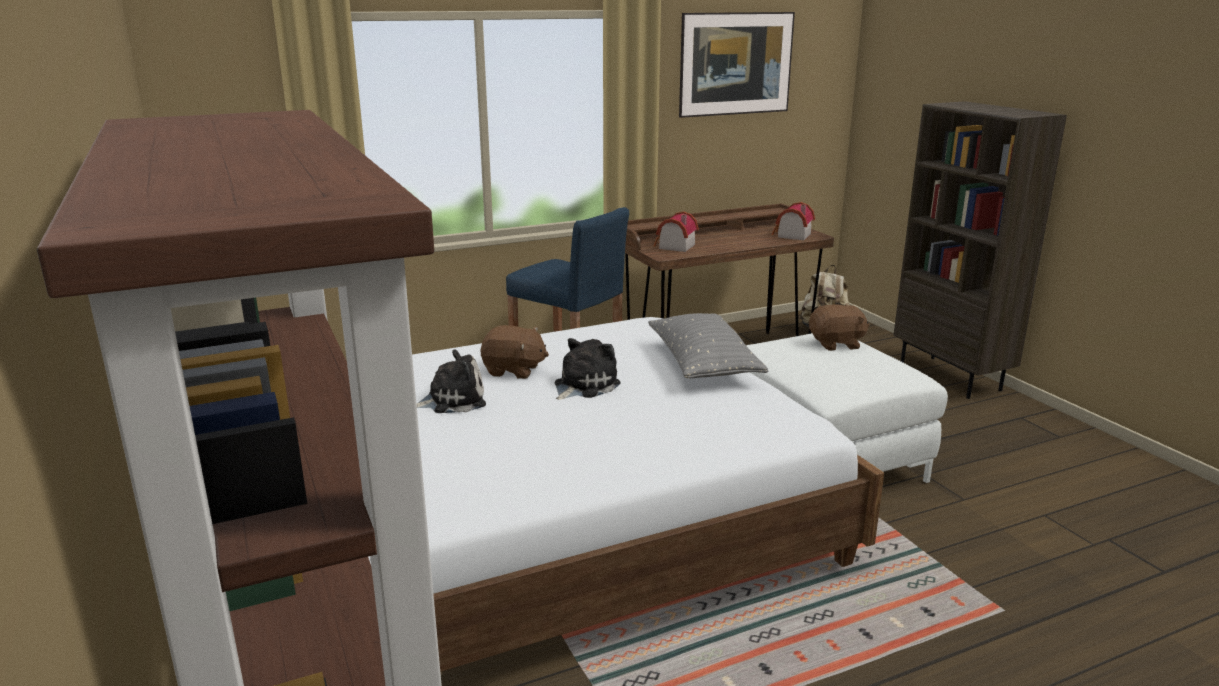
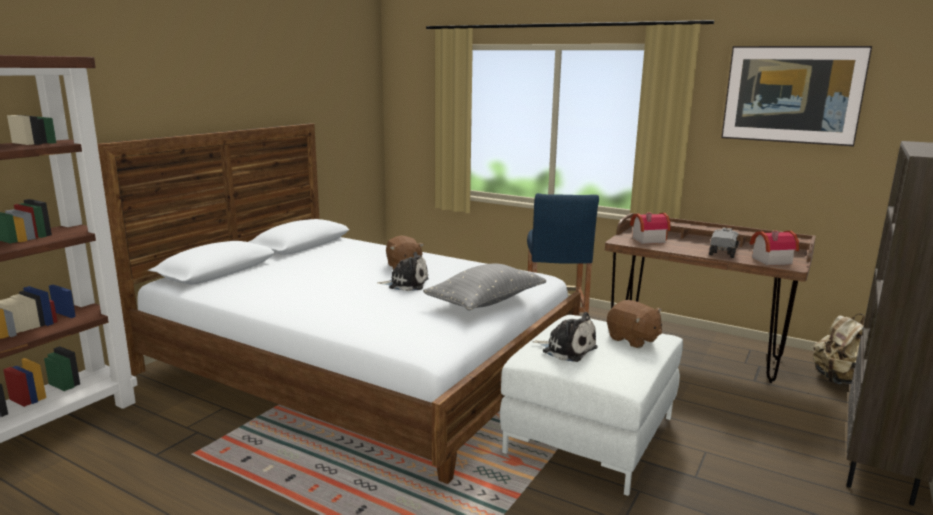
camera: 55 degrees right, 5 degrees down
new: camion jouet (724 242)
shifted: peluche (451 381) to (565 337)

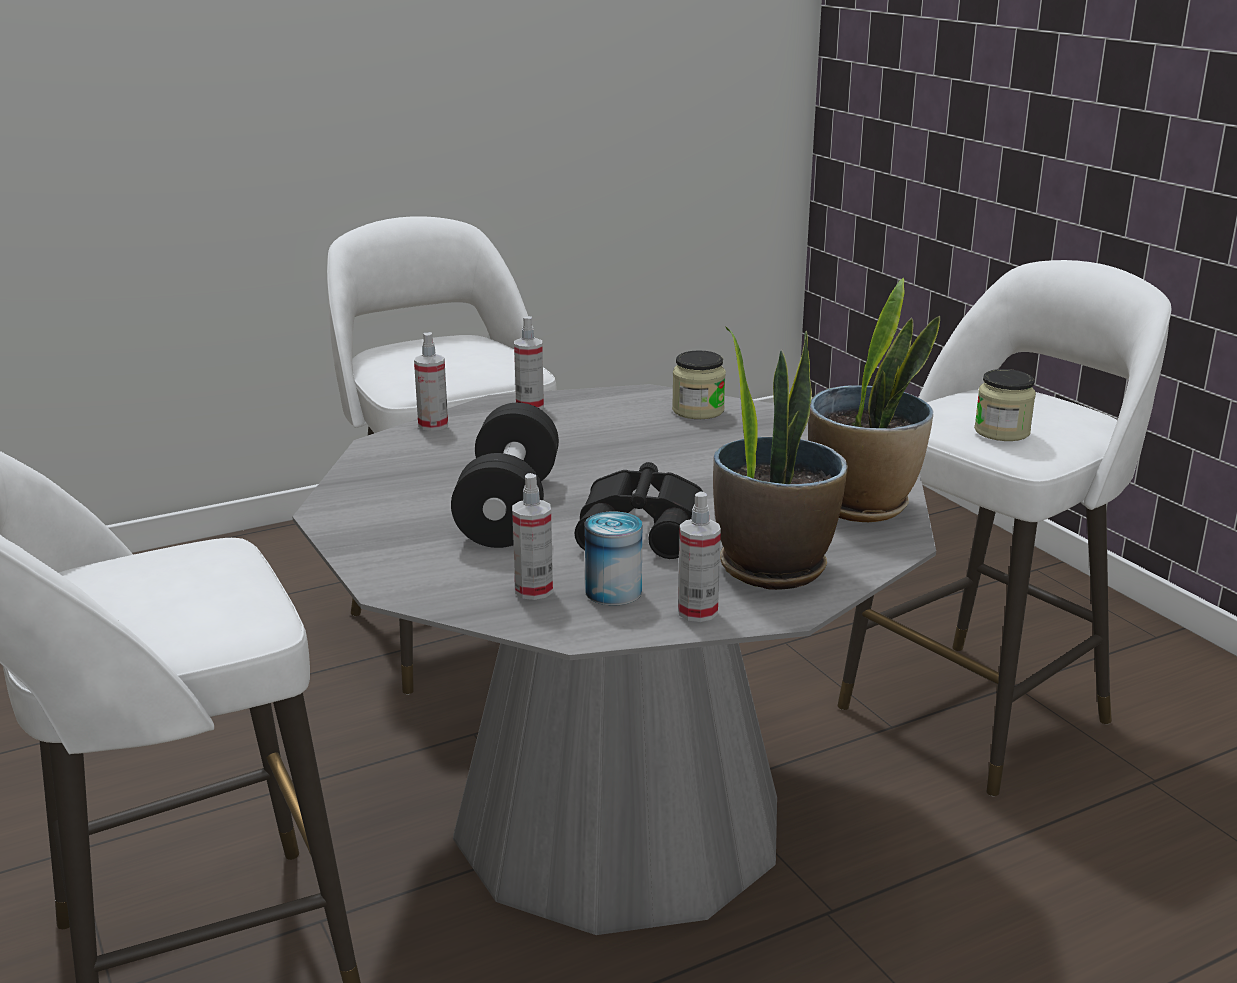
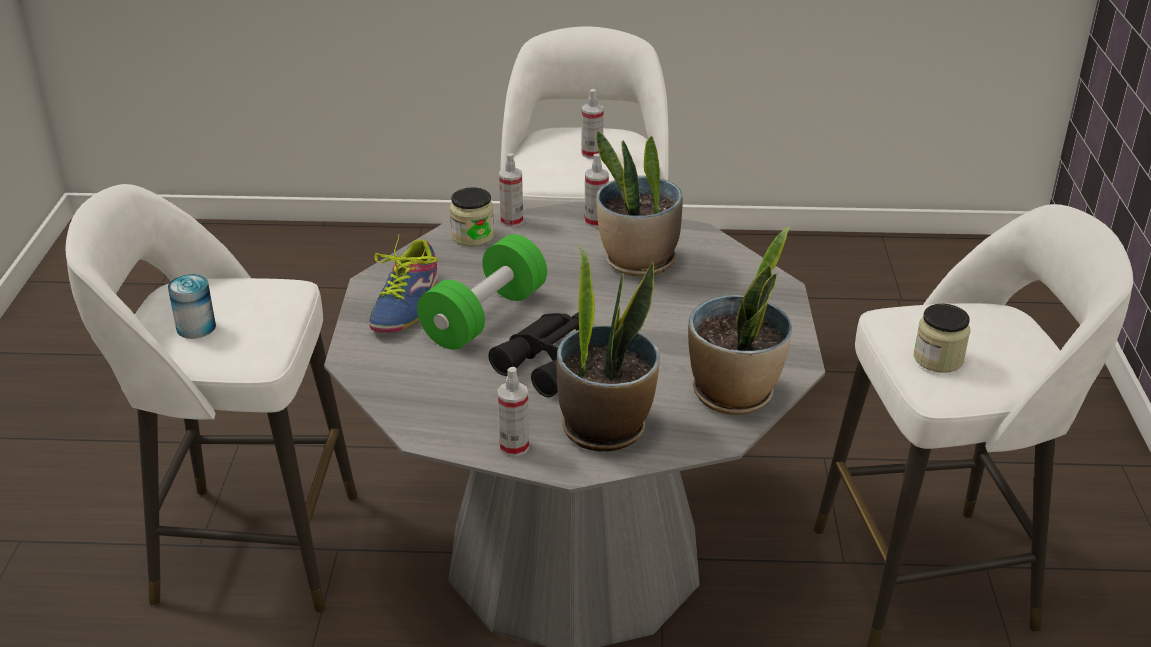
camera: 30 degrees right, 10 degrees up
new: plante en pot (639 204); chaussure (403 283)
shifted: bocal (699 384) to (472 216); vaporisateur (532 536) to (592 124); boîte métallique (613 558) to (192 306)
repainted: haltère [noir] (505 475) to haltère [vert] (482 292)

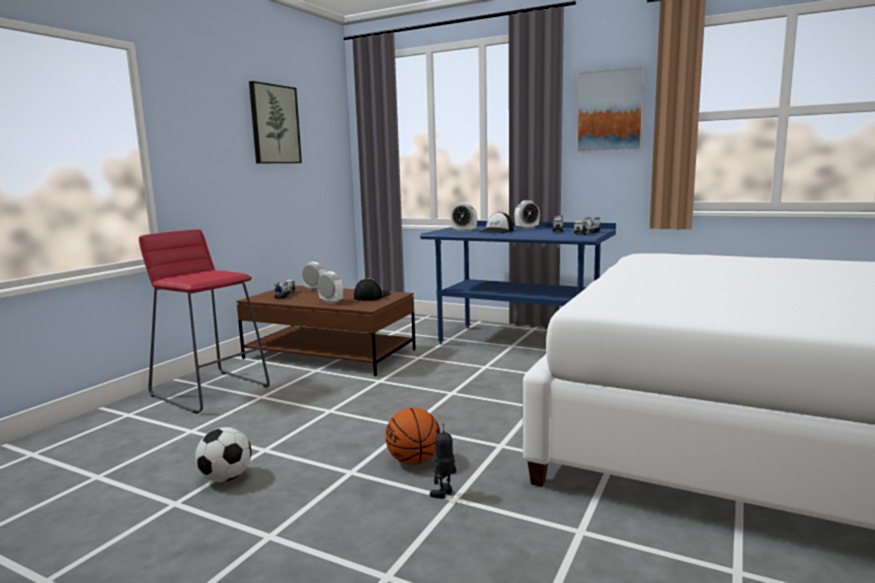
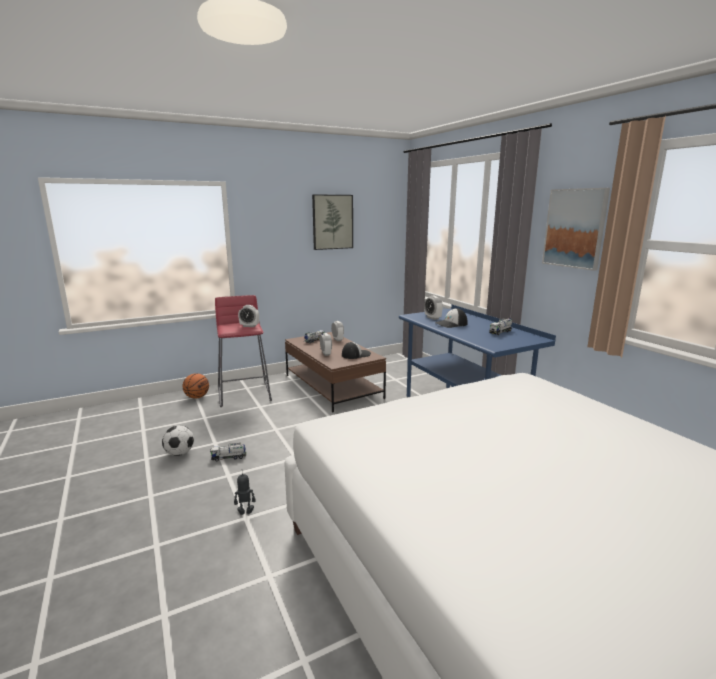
camera: 35 degrees right, 5 degrees up
shifted: réveil (527 215) to (248 316); camion jouet (587 226) to (228 452); ballon de basket (413 436) to (196 386)

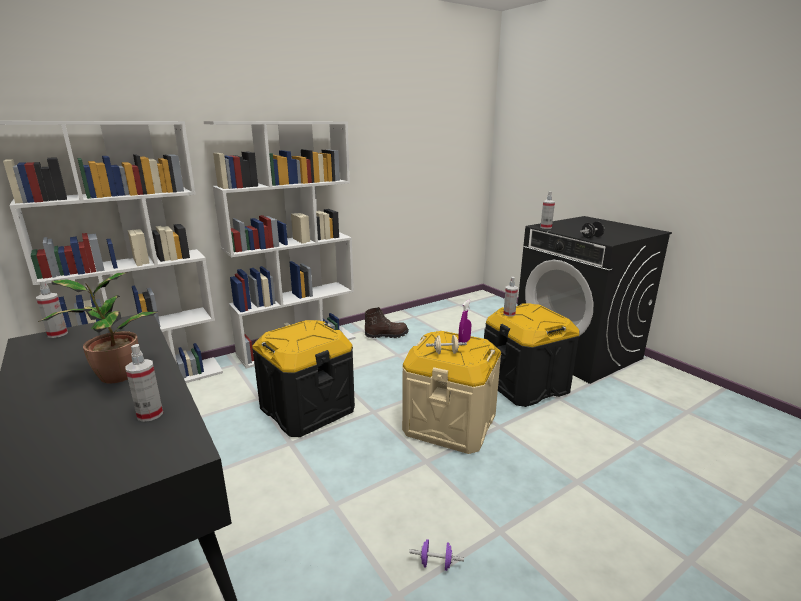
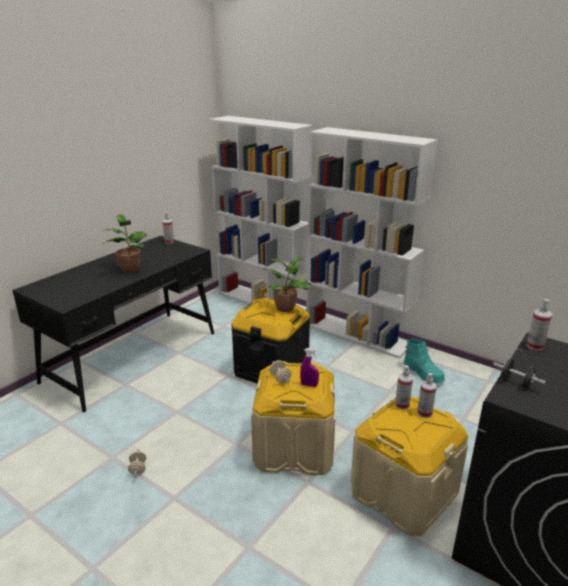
camera: 70 degrees right, 5 degrees up
new: plante en pot (287 284)
shifted: vaporisateur (144 383) to (427 395)
repainted: boîte de rangement [noir] (531 355) to boîte de rangement [beige] (409 466); botte [marron] (387 322) to botte [turquoise] (424 361); haltère [violet] (436 555) to haltère [beige] (137 463)

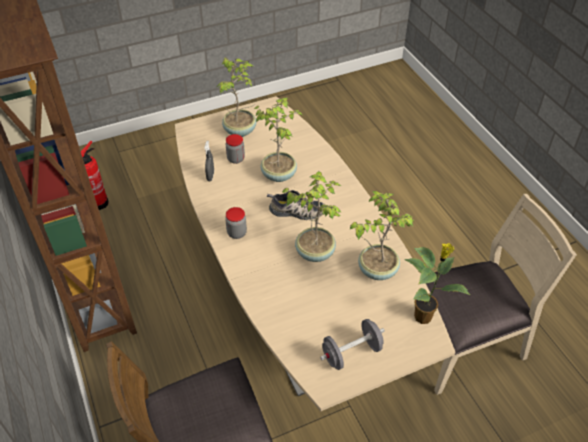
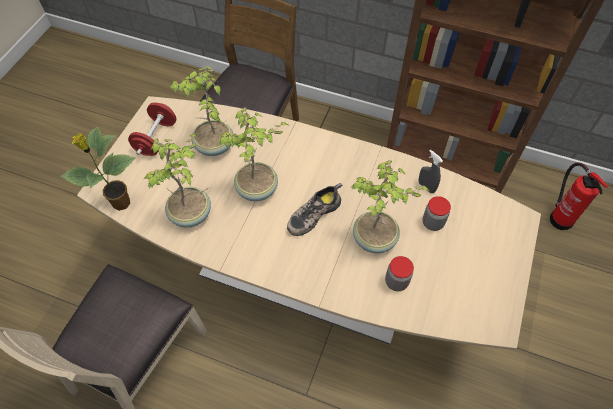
camera: 135 degrees right, 10 degrees up
shifted: plante en pot (236 97) to (201 111); bocal (236 223) to (399 273)
repainted: haltère [gris] (352 344) to haltère [rouge] (152 129)

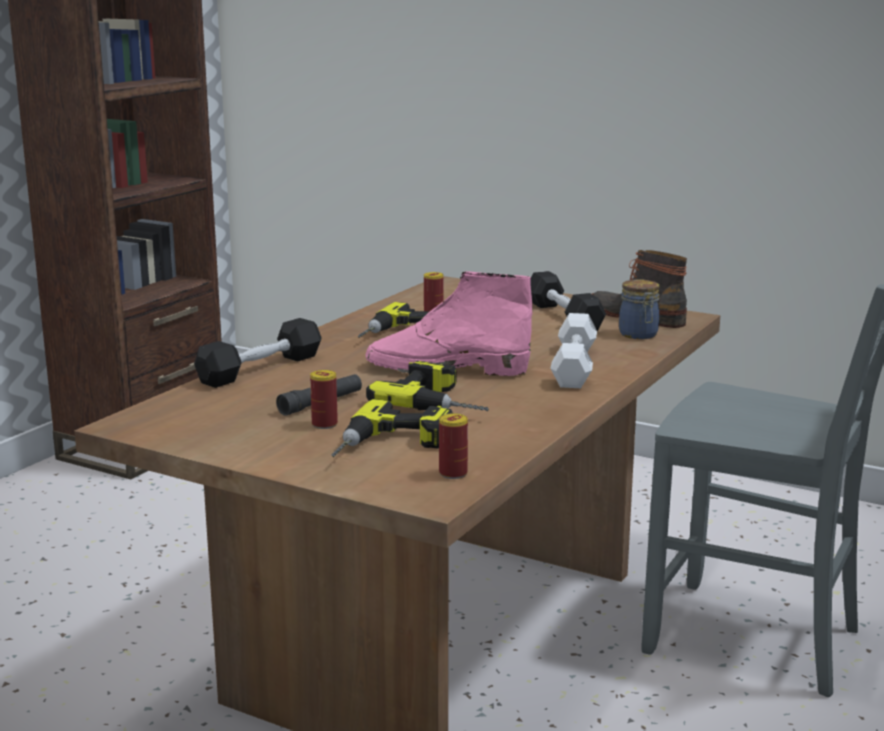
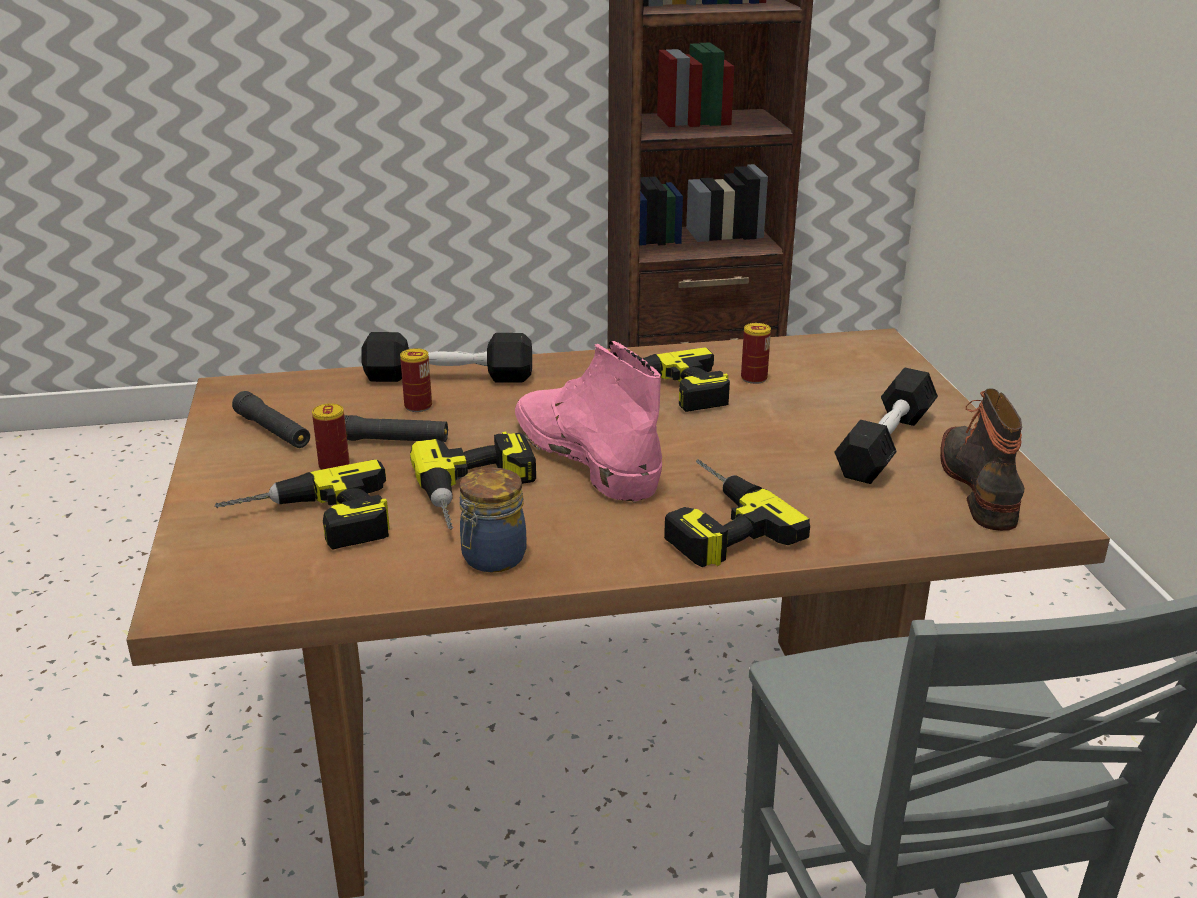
camera: 50 degrees right, 10 degrees up
new: lampe de poche [noir] (271 419)
shifted: bocal (639 309) to (493 520); boîte métallique (453 446) to (416 380)
swapped: haltère [blanc] (573 350) to perceuse (737 513)

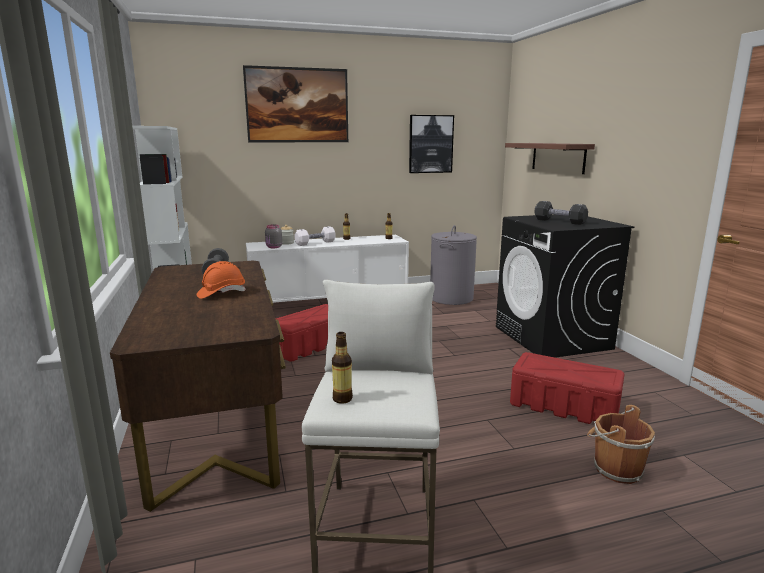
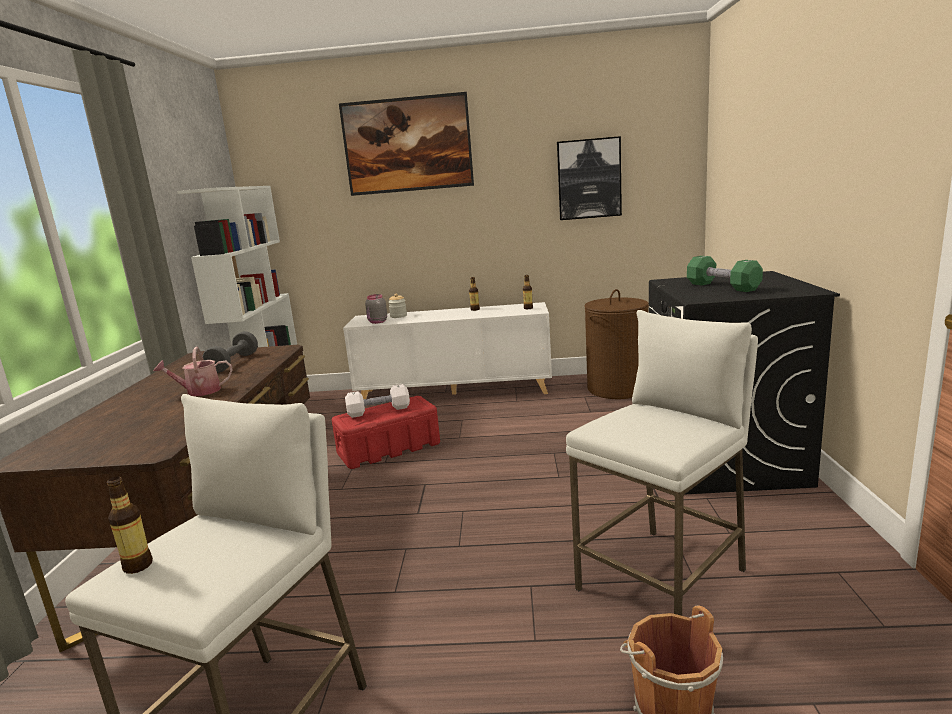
camera: 20 degrees right, 0 degrees up
gone: étagère (550 158)
shifted: haltère [blanc] (315 236) to (377 401)
swapped: casque de chantier [orange] (221 280) to arrosoir (193 371); boîte de rangement [rouge] (567 388) to tabouret [blanc] (662 463)
repainted: haltère [noir] (561 213) to haltère [vert] (725 274); panier à linge [gris] (453 265) to panier à linge [marron] (616 344)

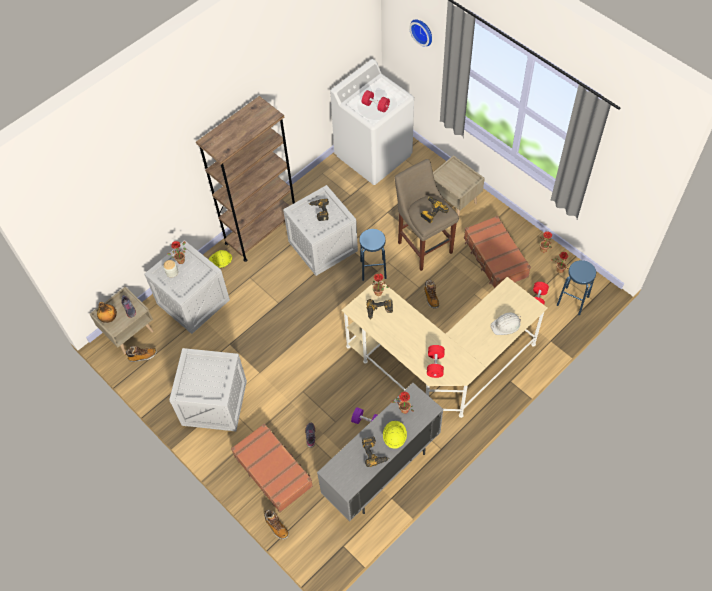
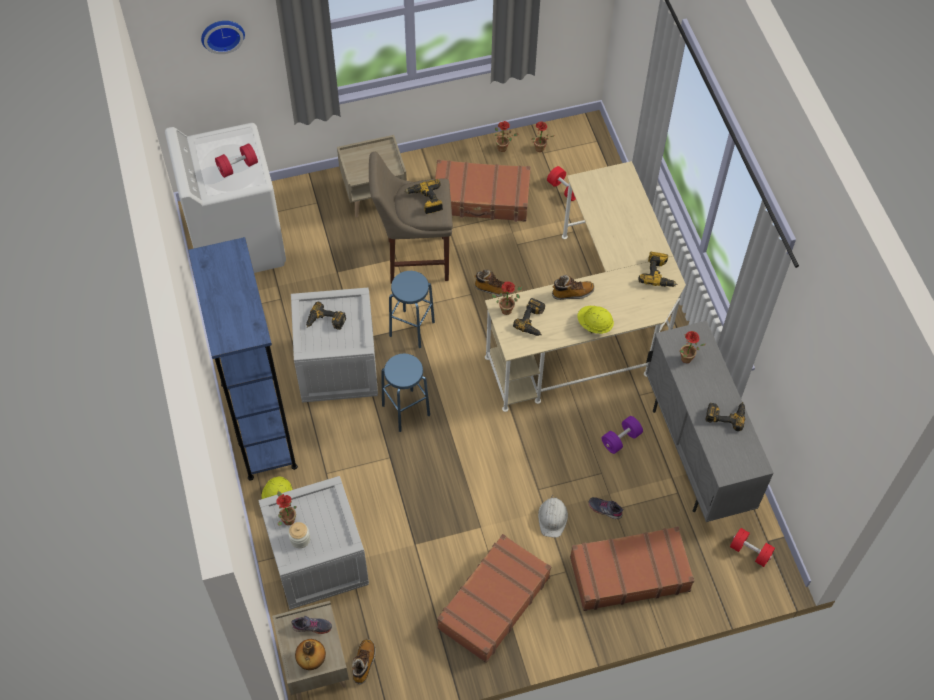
camera: 65 degrees left, 0 degrees up
new: perceuse (657 269)
shifted: tabouret [bleu] (576 287) to (405 392); casque de chantier [blanc] (505 324) to (553 516); haltère [rouge] (436 361) to (752 547); casque de chantier [jaune] (395 435) to (595 320); botte (276 524) to (573 287)
swapped: caisse (208 389) to valise [marron] (494 598)
repainted: bibliothèque [marron] (245 179) to bibliothèque [bleu] (243 359)

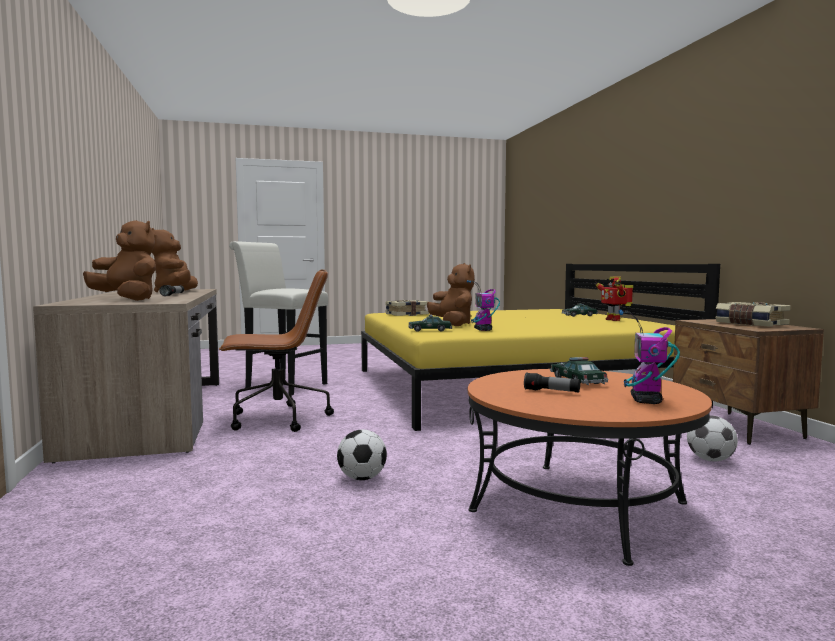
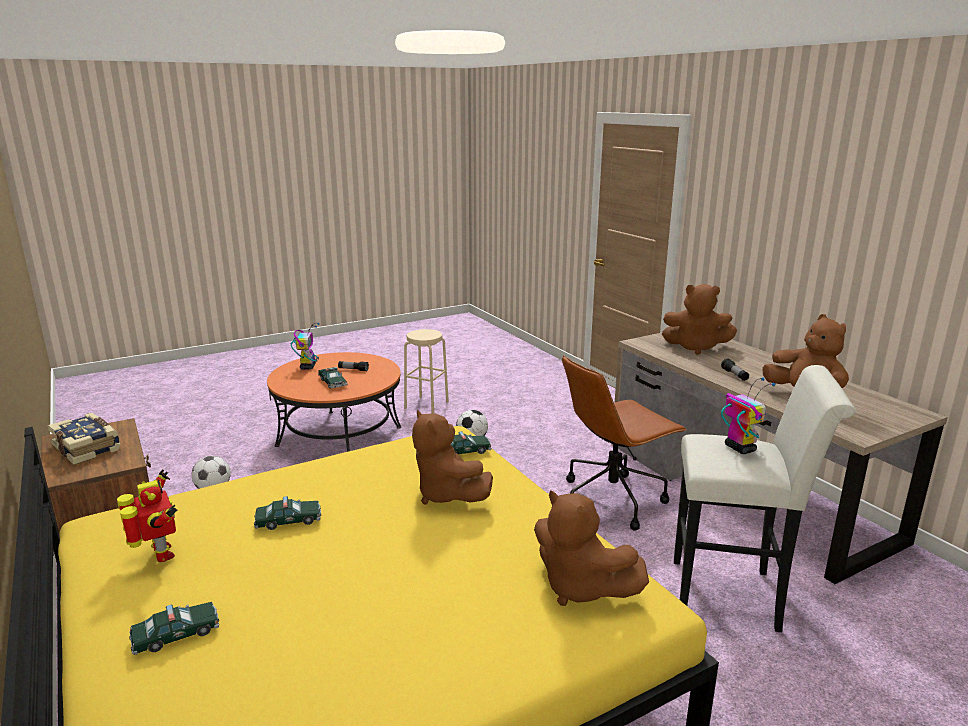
camera: 165 degrees right, 15 degrees up
new: tabouret [beige] (426 371); petite voiture (287 513)
shifted: robot jouet (483 305) to (748 415)
swapped: livre (407 308) to peluche [marron] (591 548)

